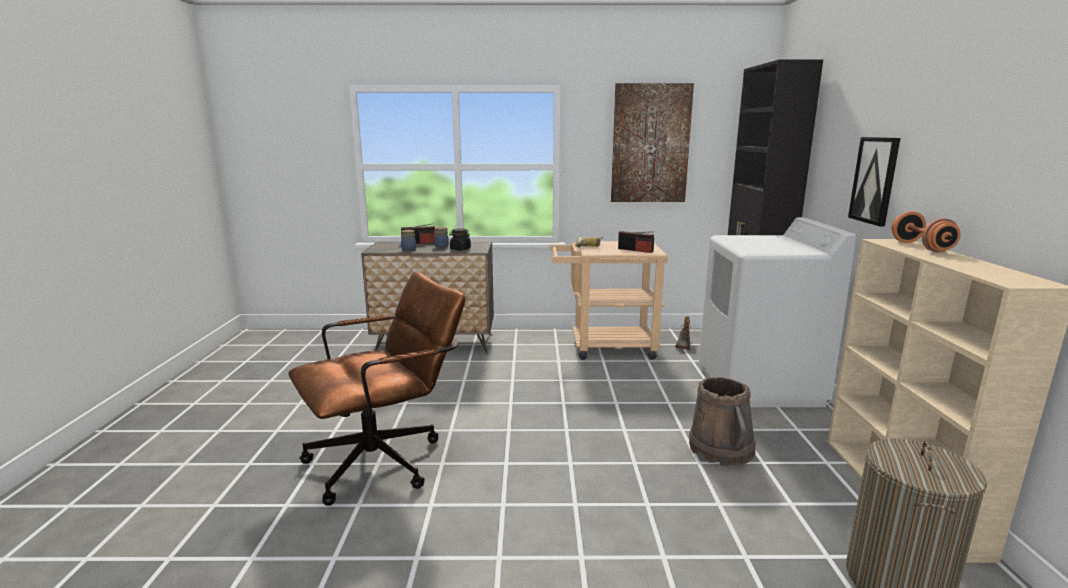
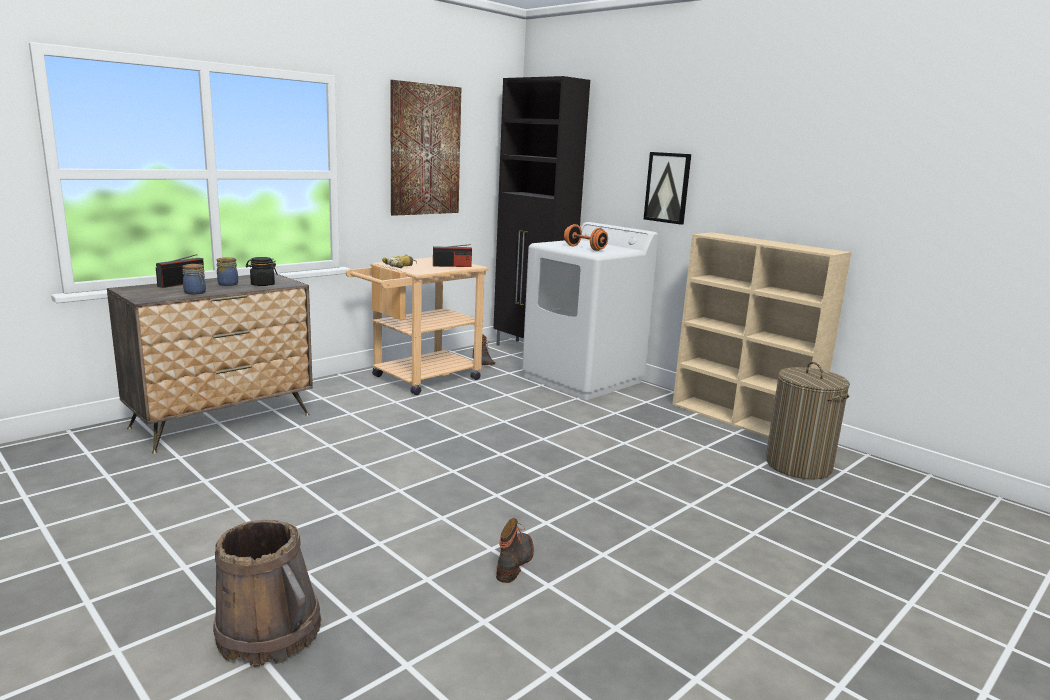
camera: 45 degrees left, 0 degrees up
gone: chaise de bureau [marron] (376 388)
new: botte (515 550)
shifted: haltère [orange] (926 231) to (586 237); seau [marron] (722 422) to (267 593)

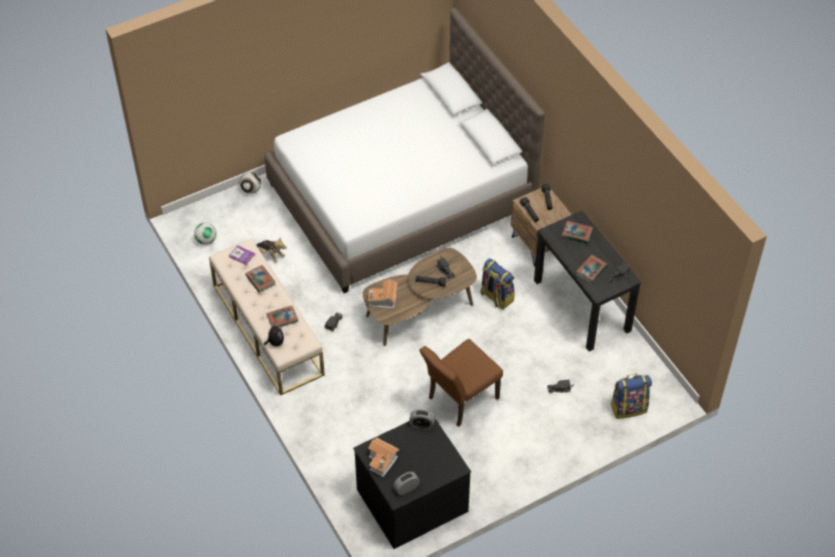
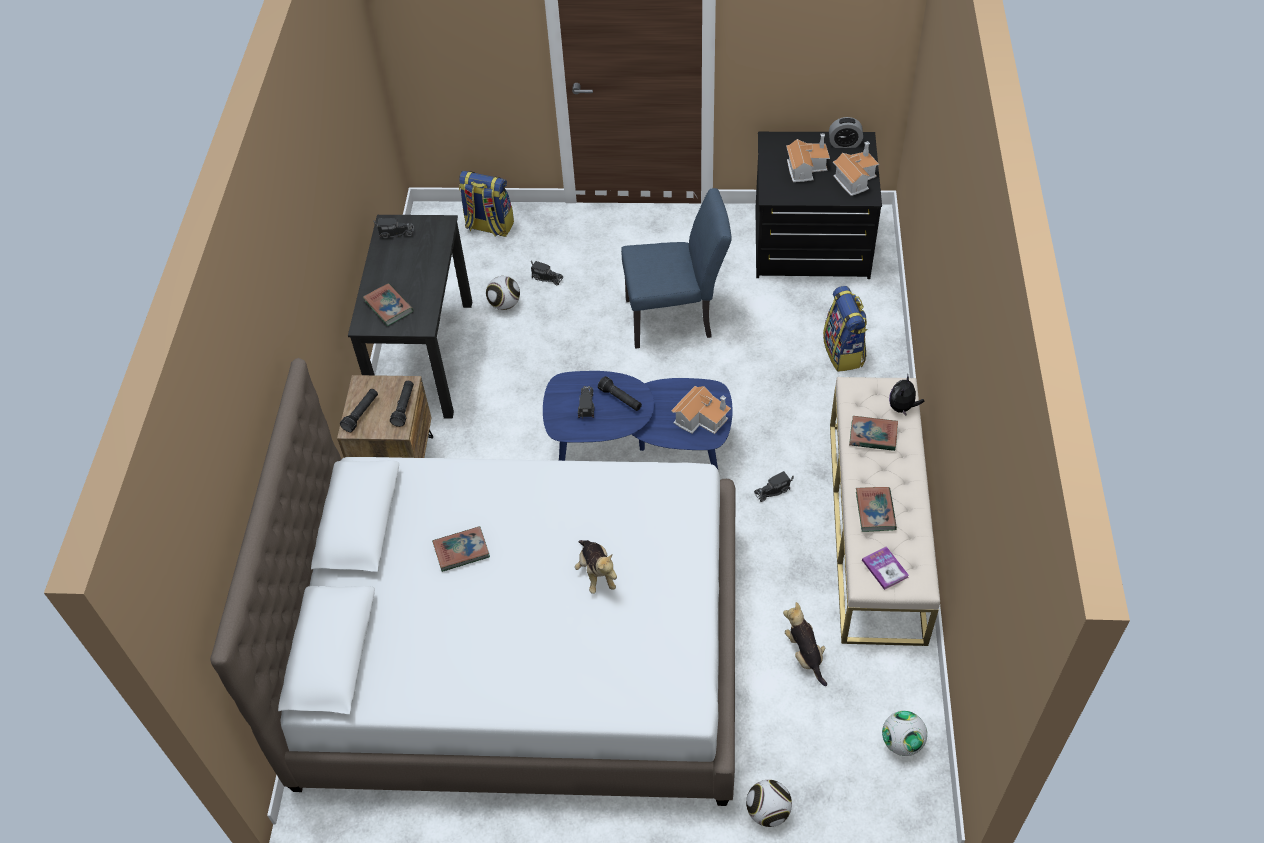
camera: 145 degrees left, 0 degrees up
gone: réveil (422 419)
new: maison miniature (808 157); ballon de foot (503 293); peluche (596 567)
shifted: livre (592 269) to (461 549); sac à dos (497 283) to (845 329)
repainted: table basse [marron] (420 297) to table basse [bleu] (638 420); chaise [marron] (461 383) to chaise [bleu] (676 268)

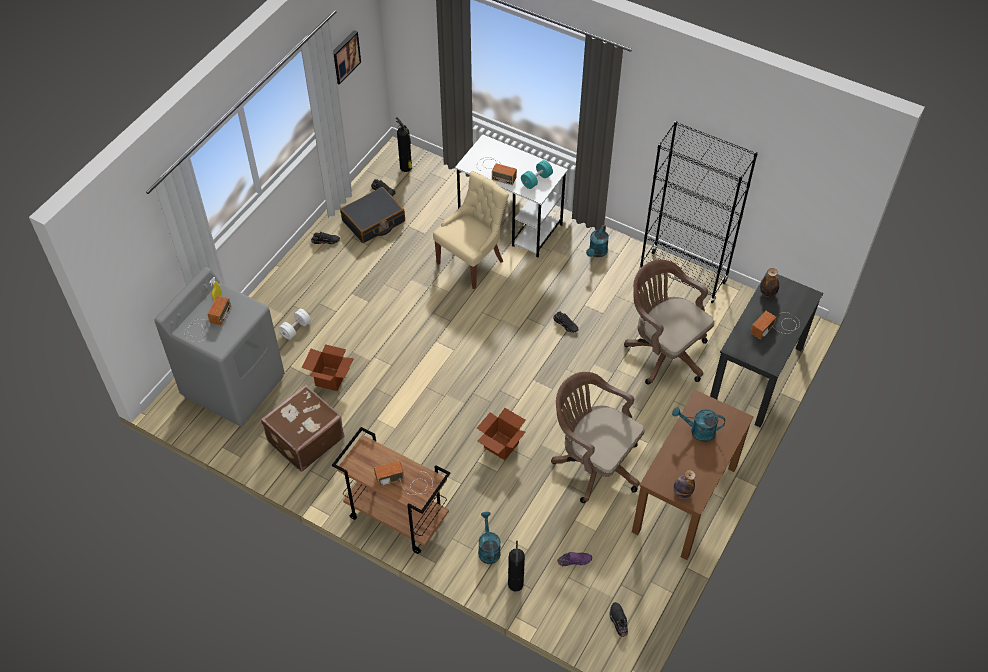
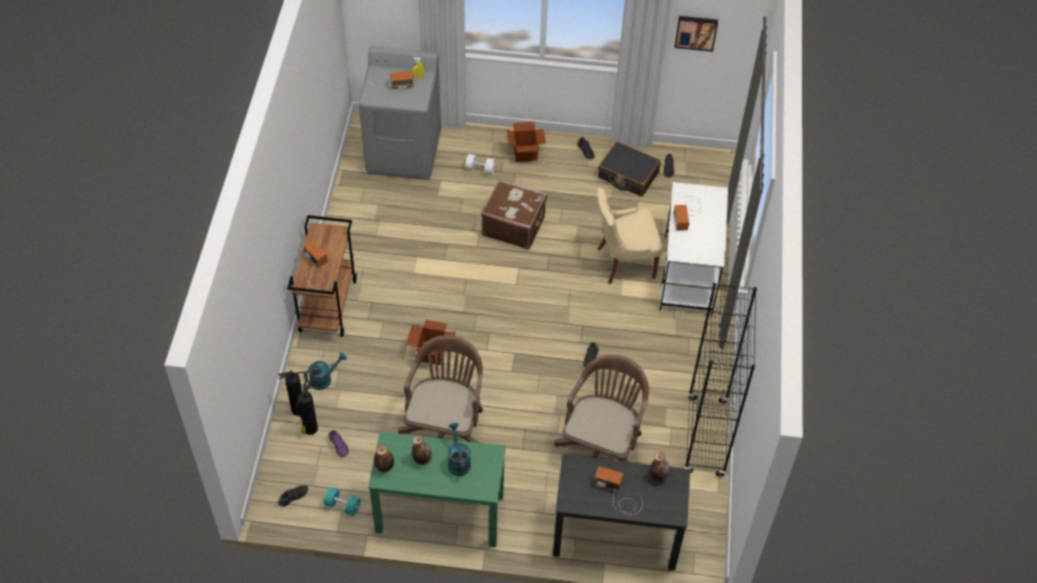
camera: 65 degrees right, 0 degrees up
gone: arrosoir [turquoise] (597 241)
new: bouteille (422 450)
shifted: extincteur (404 144) to (307 408); haltère [turquoise] (537 174) to (342 501); carton (328 367) to (526 142); valise [marron] (302 428) to (514 214)
repainted: bureau [marron] (693 475) to bureau [vert] (437 489)
rotated: chaise [beige] (471 230) = (630 236) 150 degrees clockwise

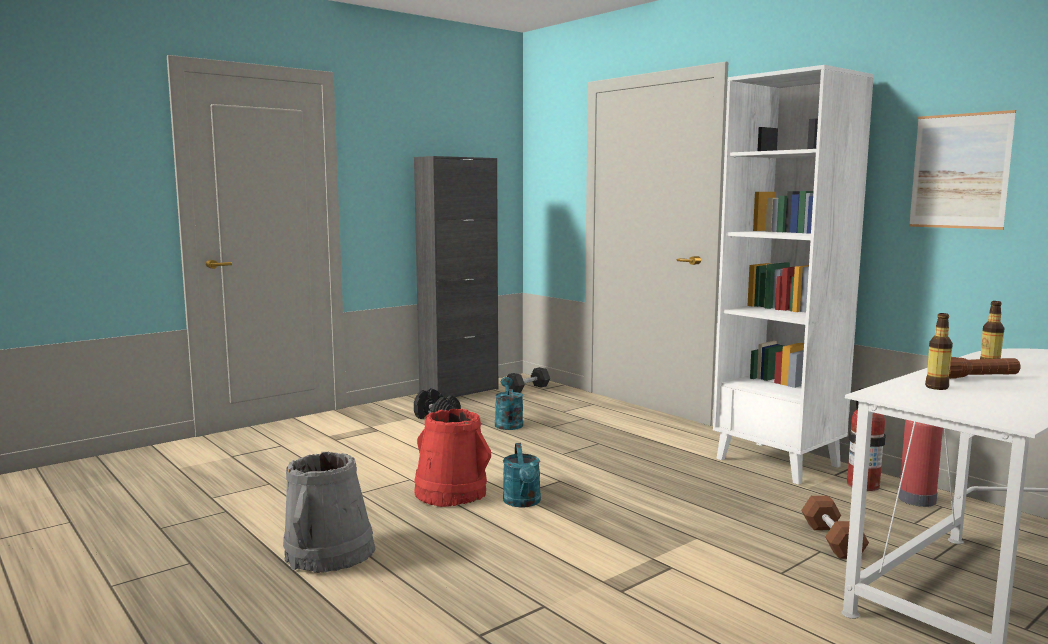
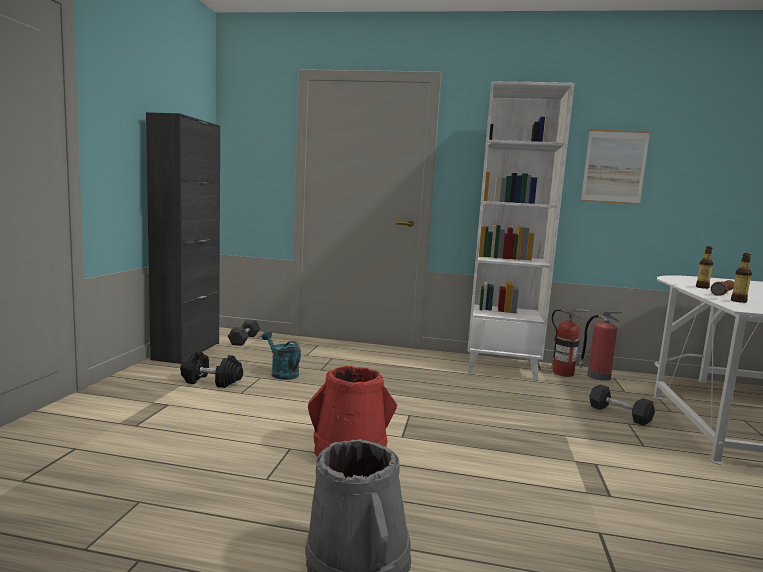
camera: 40 degrees left, 0 degrees up
gone: arrosoir [turquoise] (522 475)
repainted: haltère [marron] (835 527) to haltère [gris] (622 405)

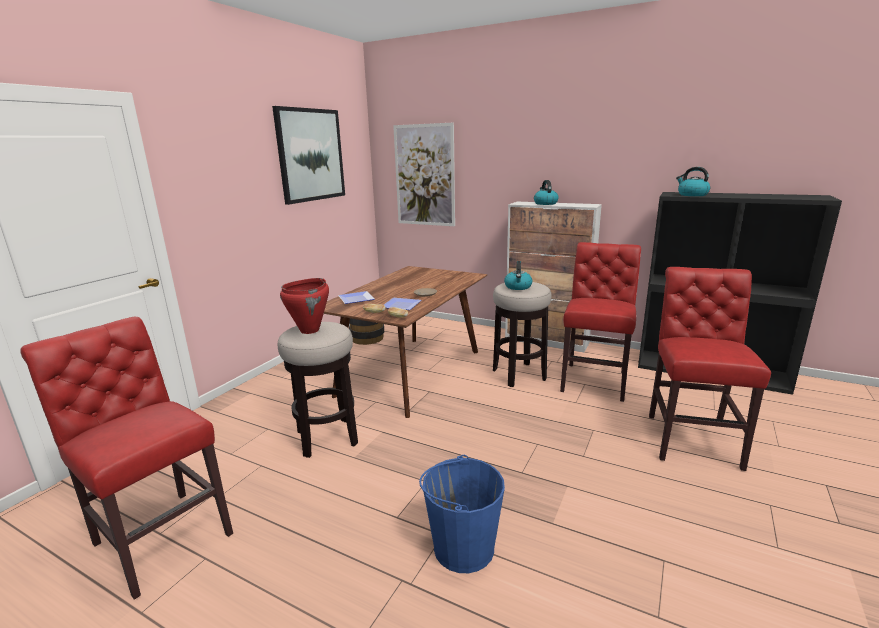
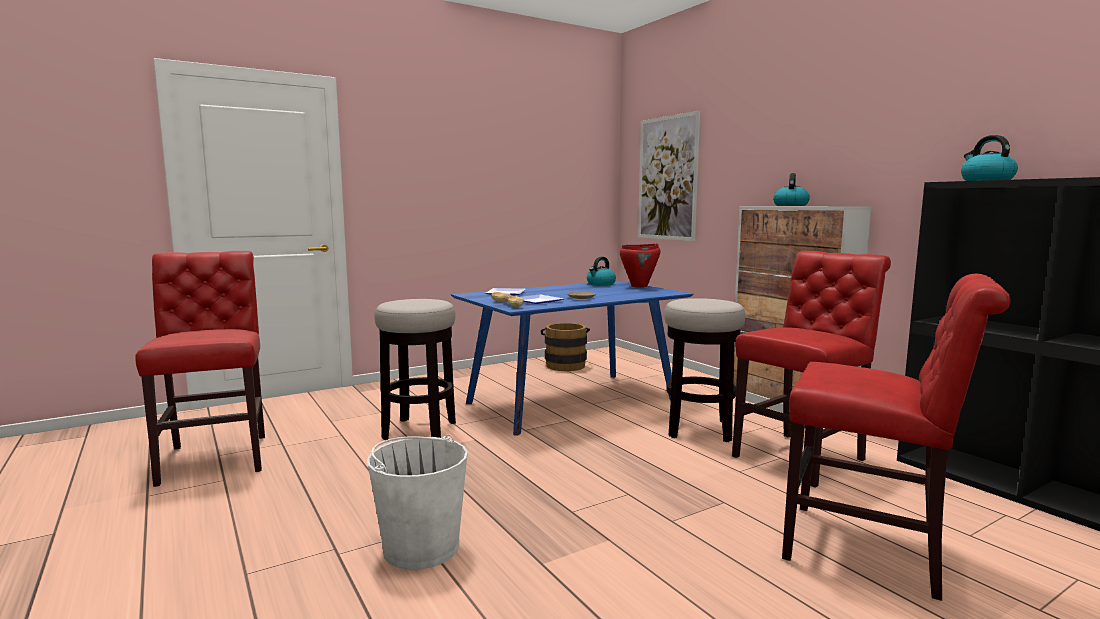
camera: 30 degrees right, 10 degrees down
gone: tableau (308 155)
shifted: bouilloire (518 275) to (601 271); marmite [rouge] (304 306) to (640 265)
repainted: table à manger [marron] (405 342) to table à manger [bleu] (572 358); seau [bleu] (462 514) to seau [blanc] (417 502)
rotated: chaise [rouge] (710 369) = (896 437) 75 degrees clockwise

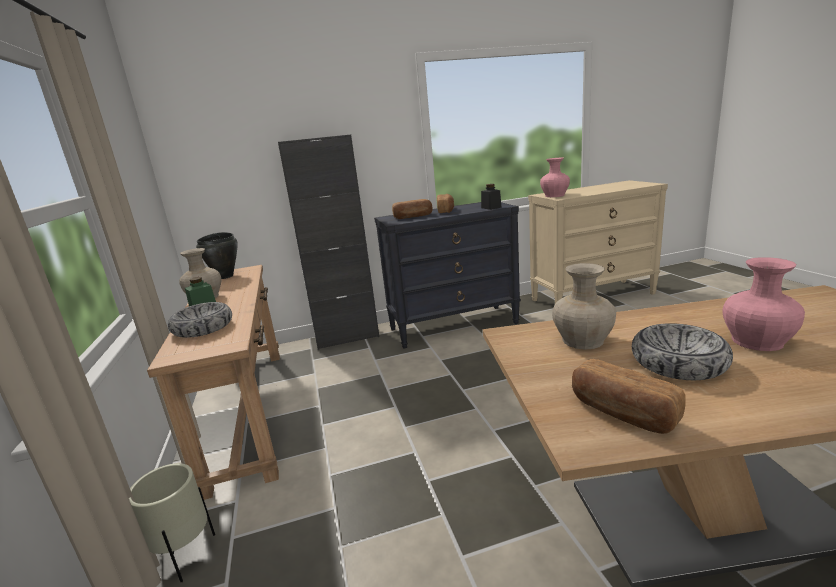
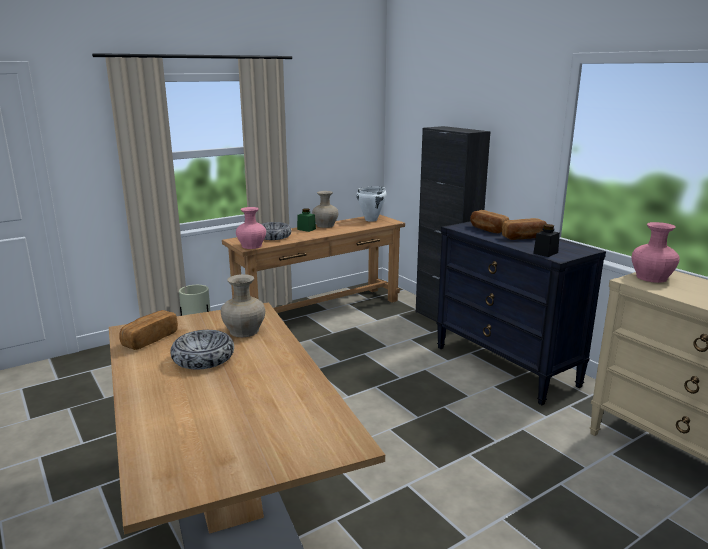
camera: 70 degrees right, 0 degrees up
shifted: vase [rose] (764 304) to (251 228)
repainted: marmite [noir] (217 255) to marmite [blanc] (371 204)

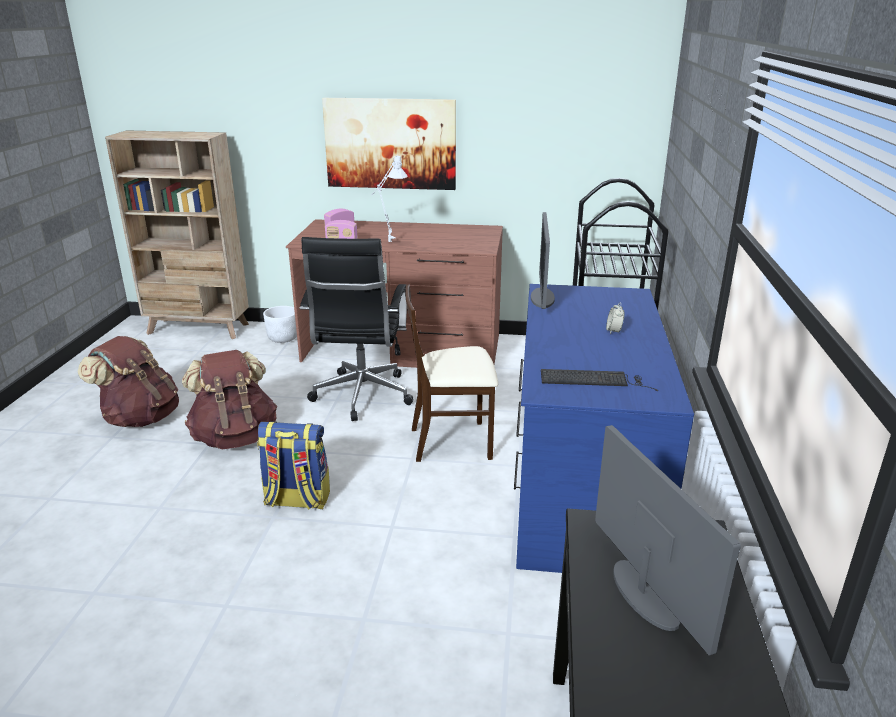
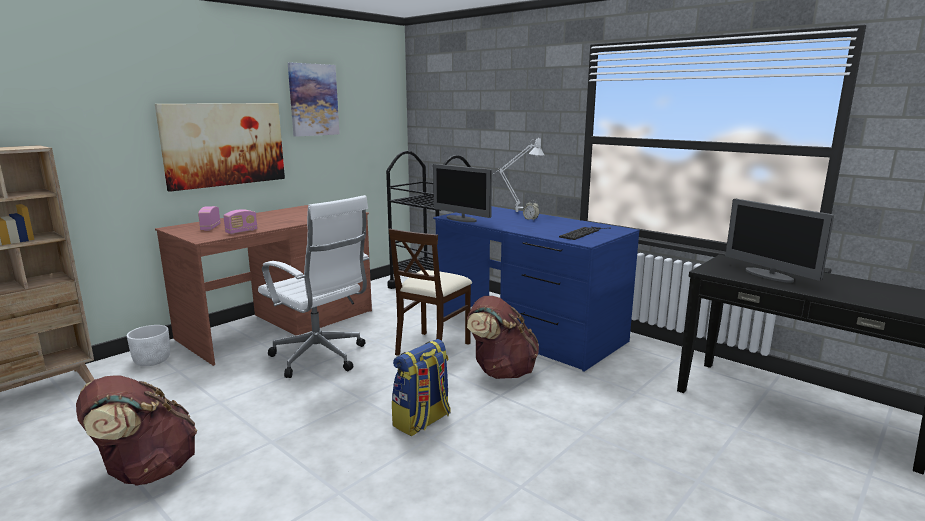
camera: 55 degrees left, 10 degrees down
new: tableau (314 100)
shifted: lampe de table [blanc] (389 199) to (518 174); sac à dos [marron] (229 399) to (503 337)
repainted: chaise de bureau [noir] (356 329) to chaise de bureau [blanc] (314 286)
rotated: écran d'ordinateur (668 540) = (779 241) 135 degrees counterclockwise

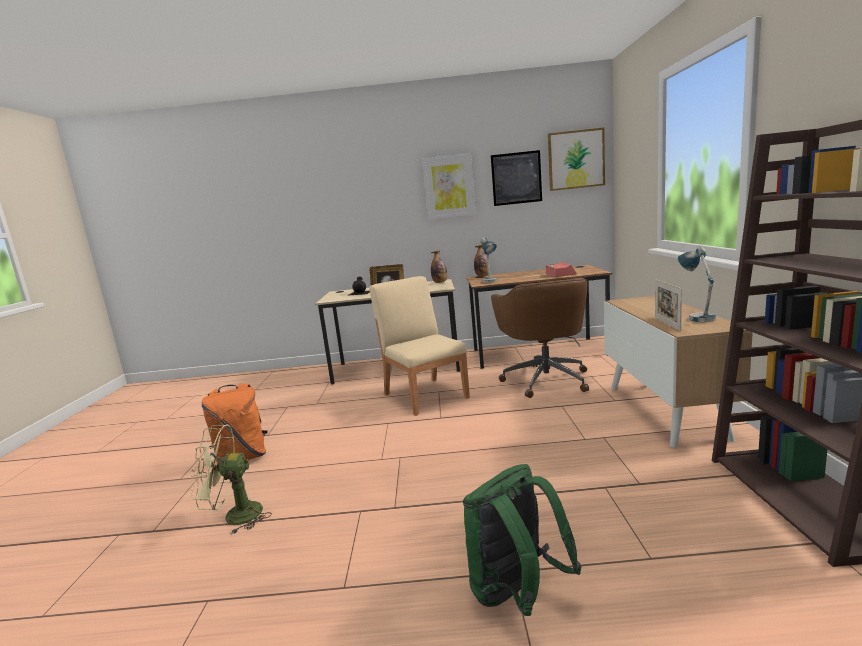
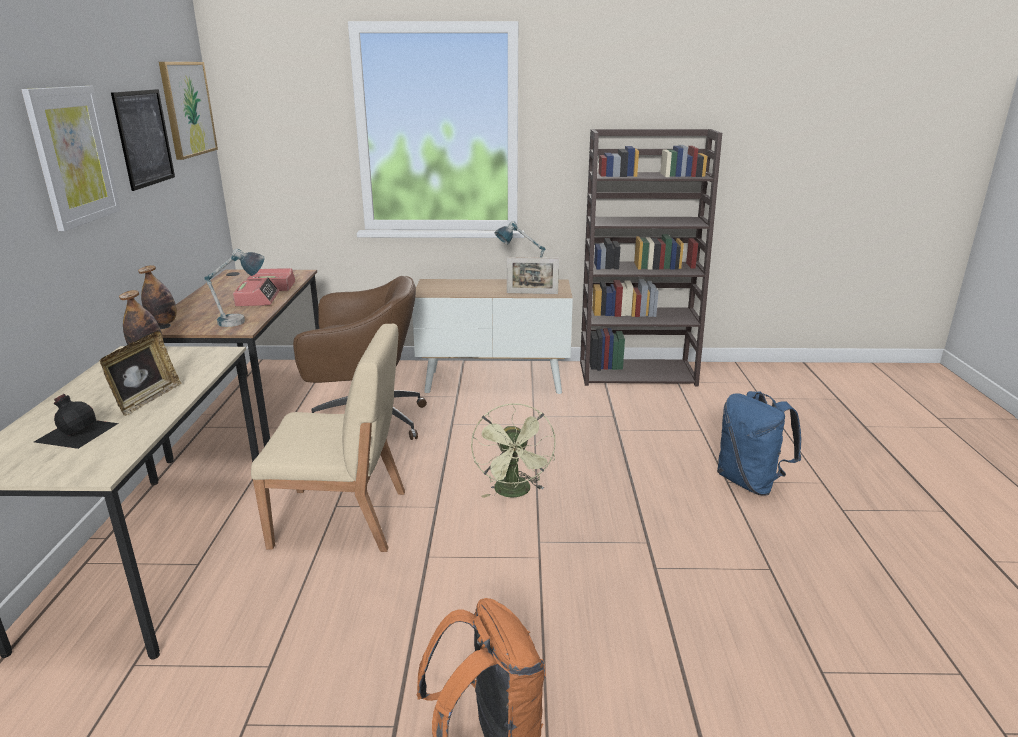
camera: 90 degrees left, 10 degrees up
new: réveil (256 291)
shifted: ventilateur [vert] (231 479) to (513 450)
repainted: sac à dos [vert] (522 540) to sac à dos [bleu] (759 443)
rotated: chaise [beige] (420 346) = (328 438) 150 degrees counterclockwise

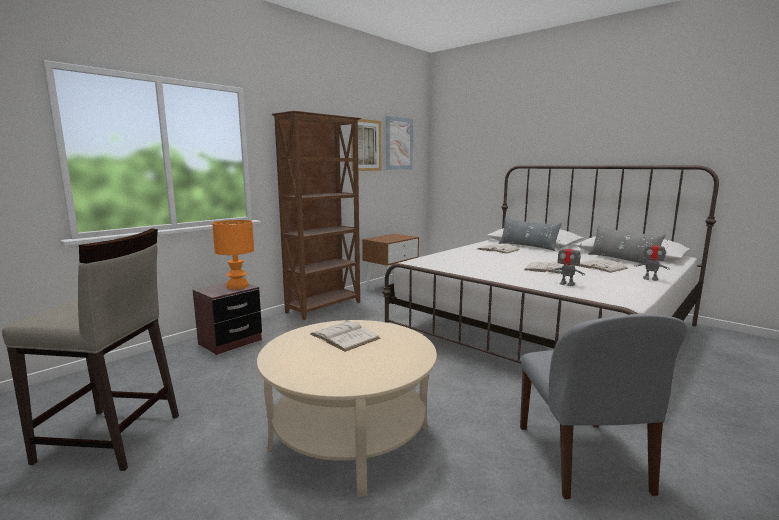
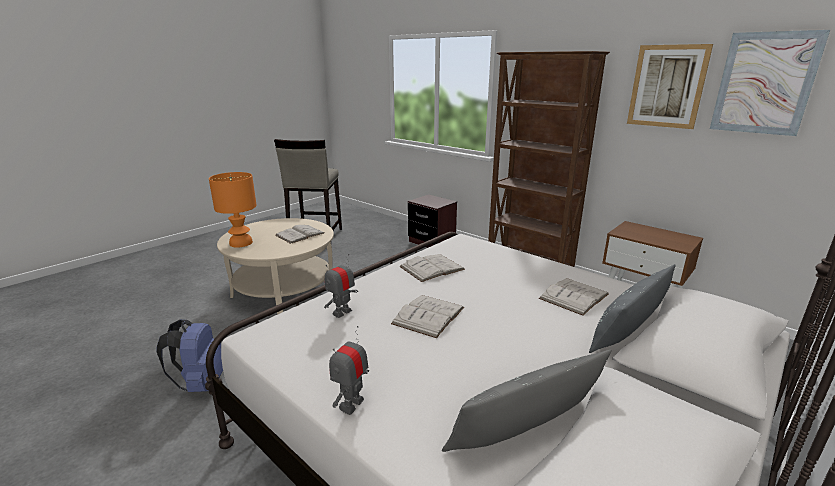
camera: 90 degrees right, 10 degrees up
shifted: lampe de table [orange] (233 255) to (233 209); livre [blanc] (602 266) to (432 268)
swapped: chaise [gris] (603 406) to sac à dos [bleu] (190 355)

